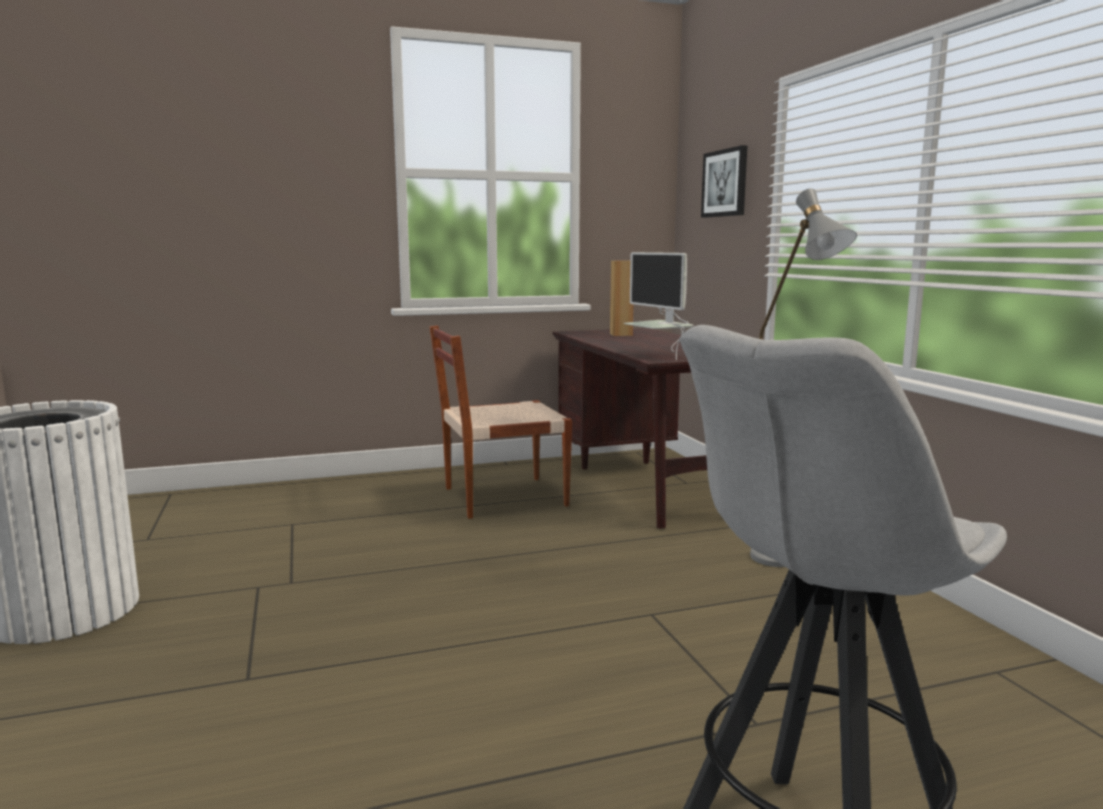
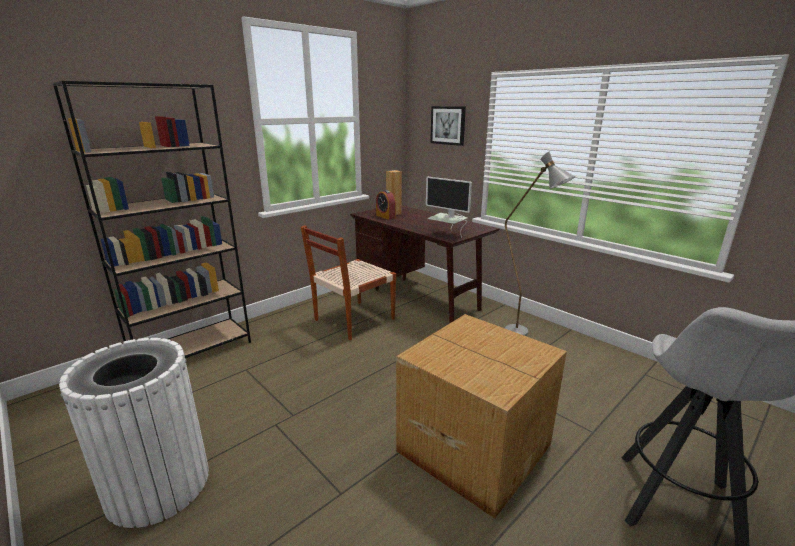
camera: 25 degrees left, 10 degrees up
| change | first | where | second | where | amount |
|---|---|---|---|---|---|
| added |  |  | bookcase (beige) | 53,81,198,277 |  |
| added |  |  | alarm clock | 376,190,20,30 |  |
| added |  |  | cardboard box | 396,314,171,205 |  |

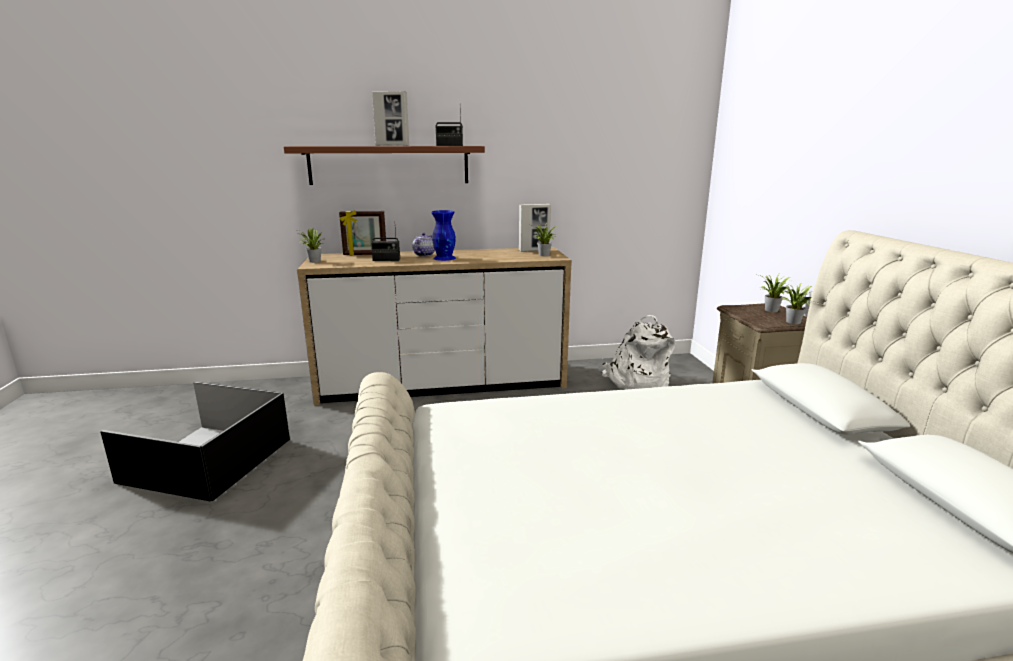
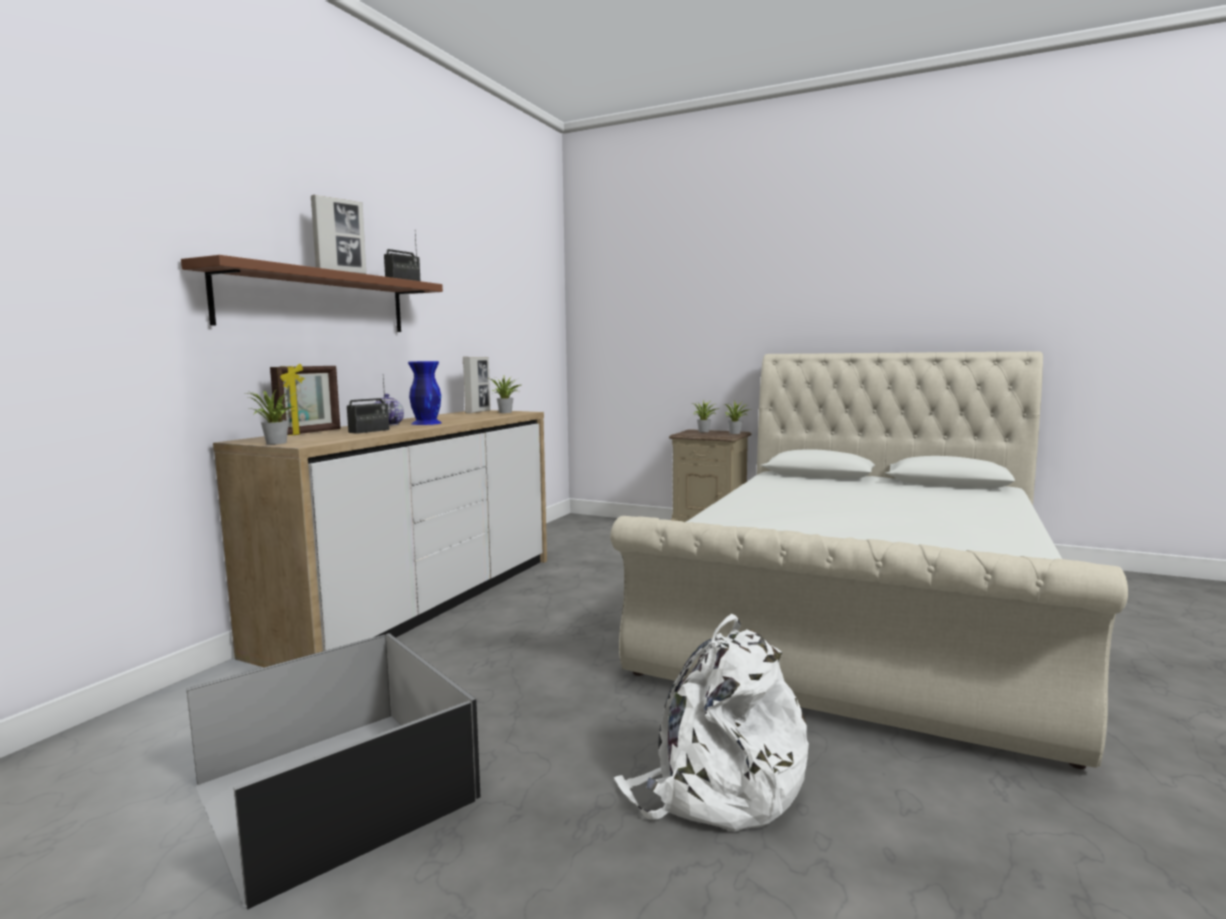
camera: 55 degrees left, 10 degrees down
| change | first | where | second | where | amount |
|---|---|---|---|---|---|
| moved | backpack (white) | 602,315,74,75 |  | 614,614,195,218 |  |

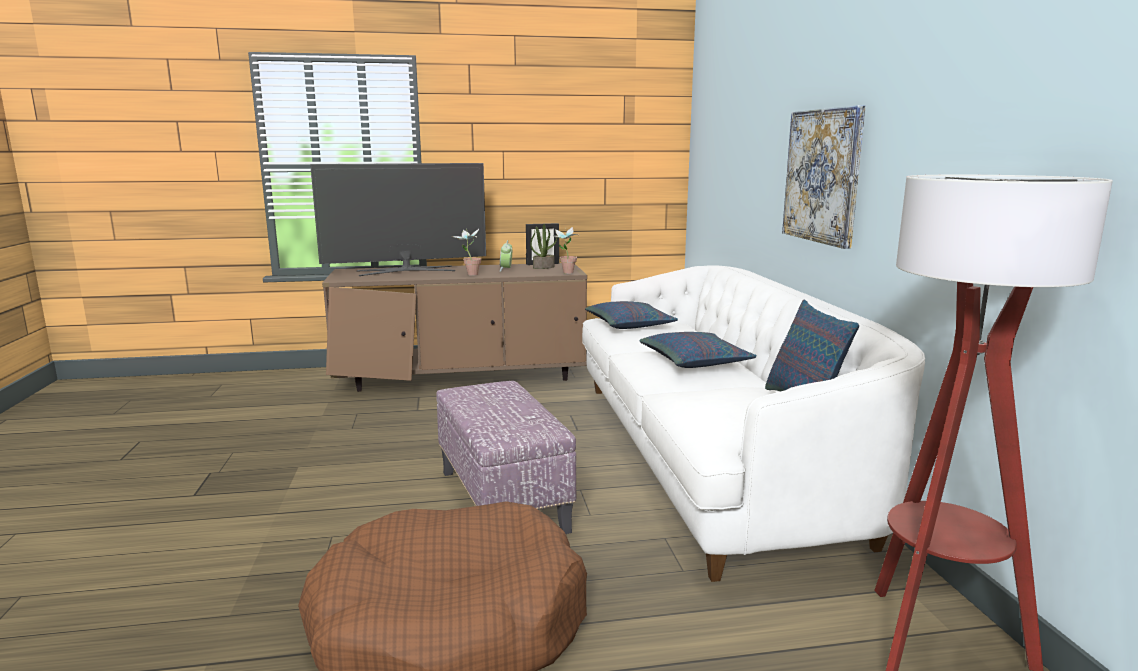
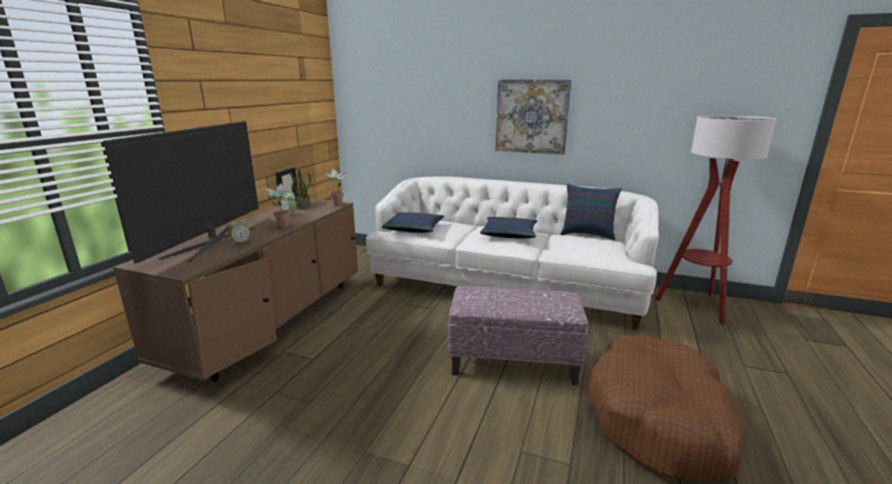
camera: 60 degrees left, 5 degrees up
| change | first | where | second | where | amount |
|---|---|---|---|---|---|
| added |  |  | alarm clock | 229,220,21,26 |  |

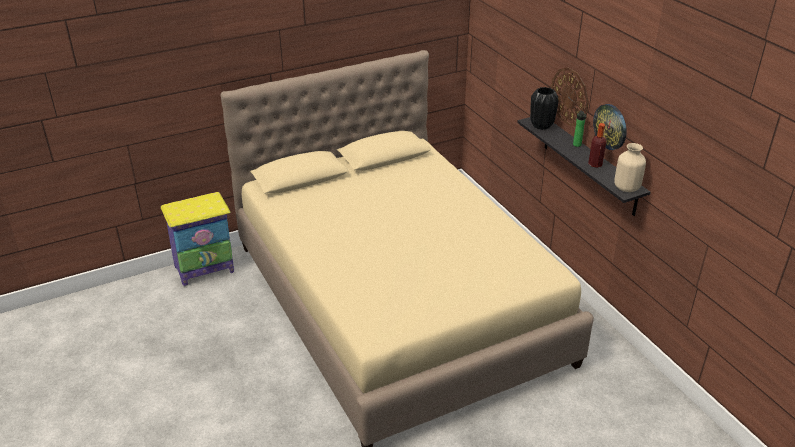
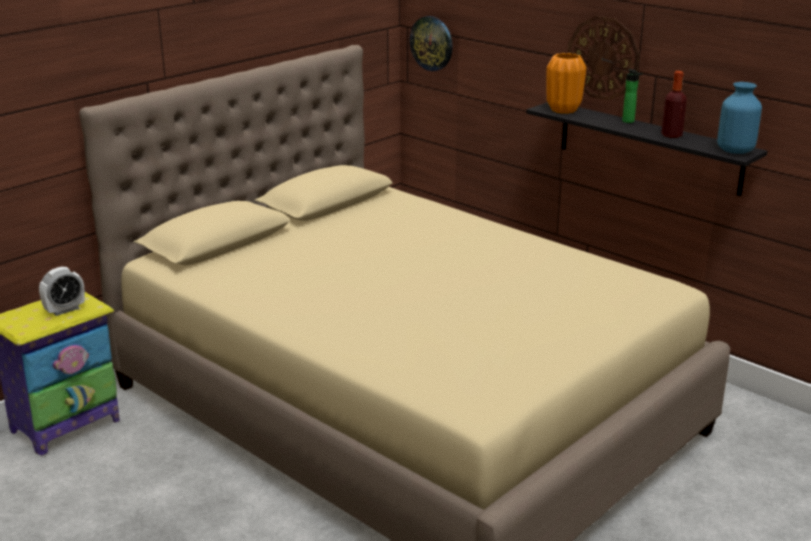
camera: 20 degrees left, 10 degrees down
| change | first | where | second | where | amount |
|---|---|---|---|---|---|
| recoloured | vase (black) | 530,87,29,43 | vase (orange) | 546,53,40,61 |  |
| moved | wall clock | 593,104,34,46 |  | 410,16,43,55 |  |
| recoloured | vase (beige) | 614,143,32,49 | vase (blue) | 717,82,45,72 |  |
| added |  |  | alarm clock | 39,267,46,49 |  |

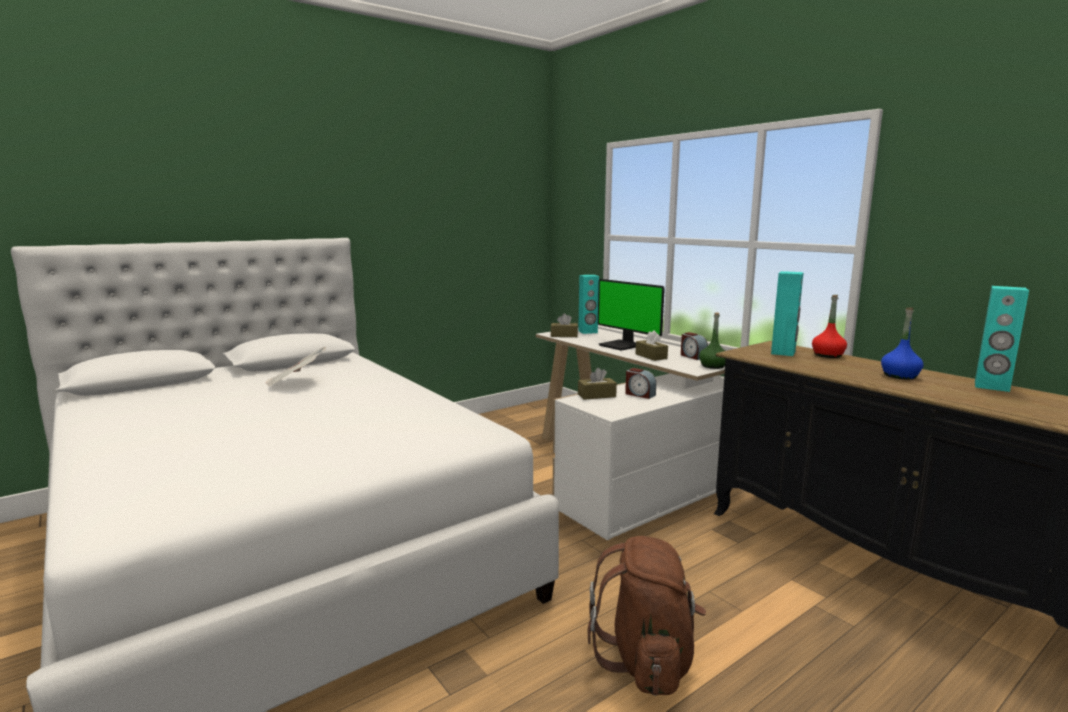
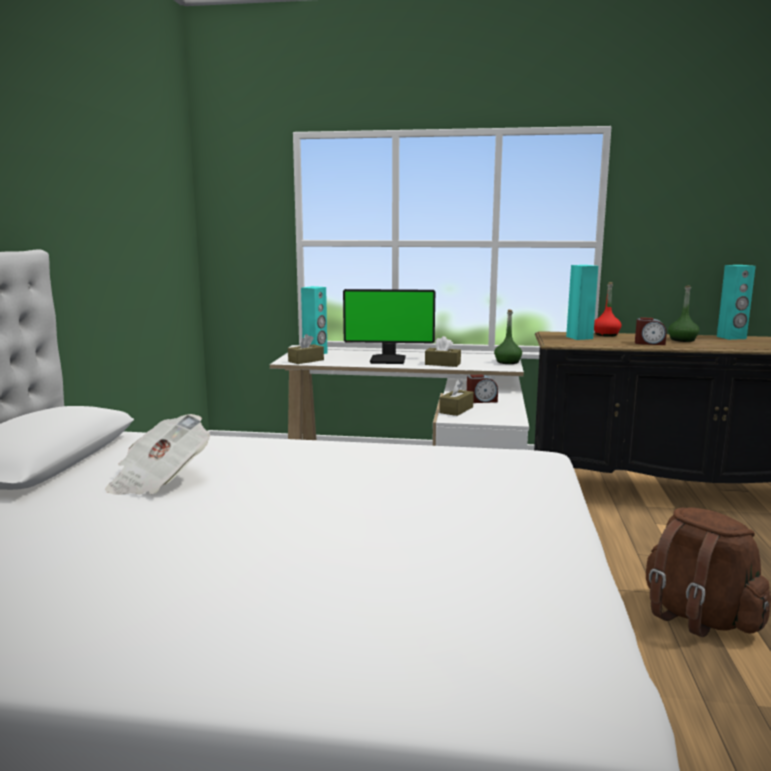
camera: 45 degrees left, 0 degrees up
| change | first | where | second | where | amount |
|---|---|---|---|---|---|
| recoloured | bottle (blue) | 881,307,43,72 | bottle (green) | 668,285,31,57 |  |
| moved | alarm clock | 681,332,27,28 |  | 635,317,32,28 |  |

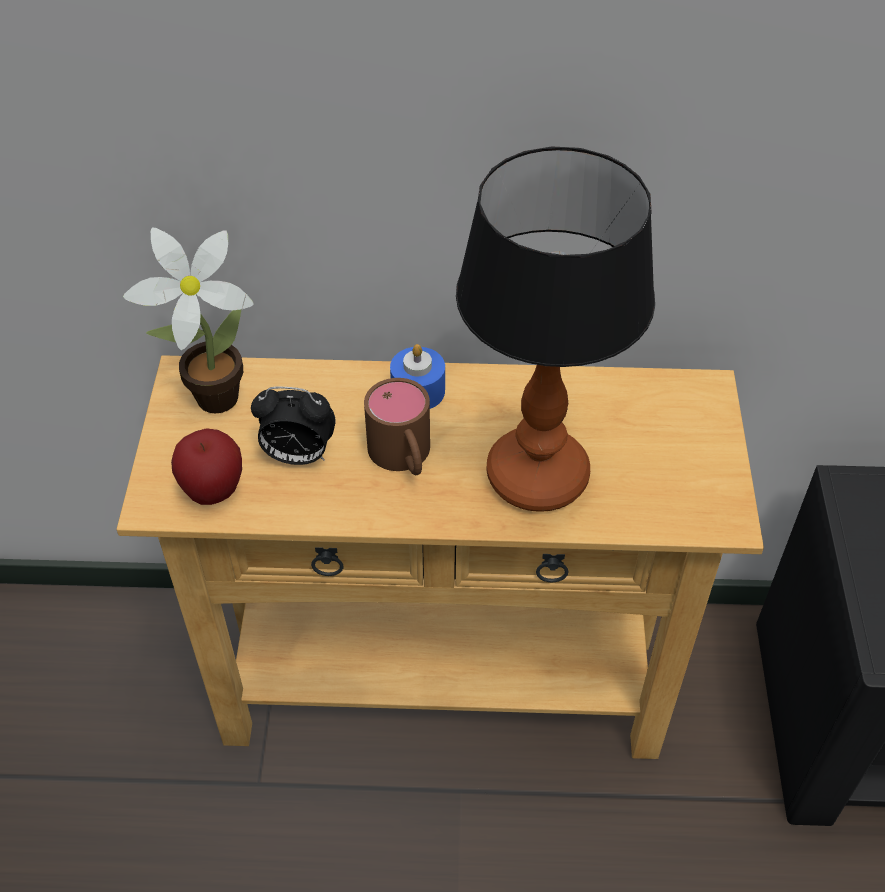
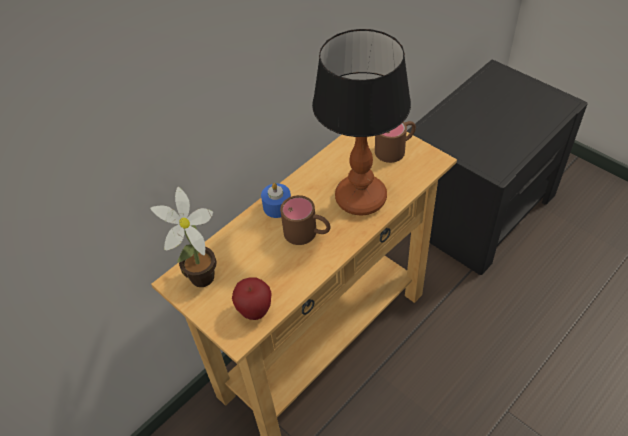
camera: 45 degrees left, 0 degrees up
| change | first | where | second | where | amount |
|---|---|---|---|---|---|
| removed | alarm clock | 251,386,85,79 |  |  |  |
| added |  |  | mug (brown) | 375,121,41,42 |  |

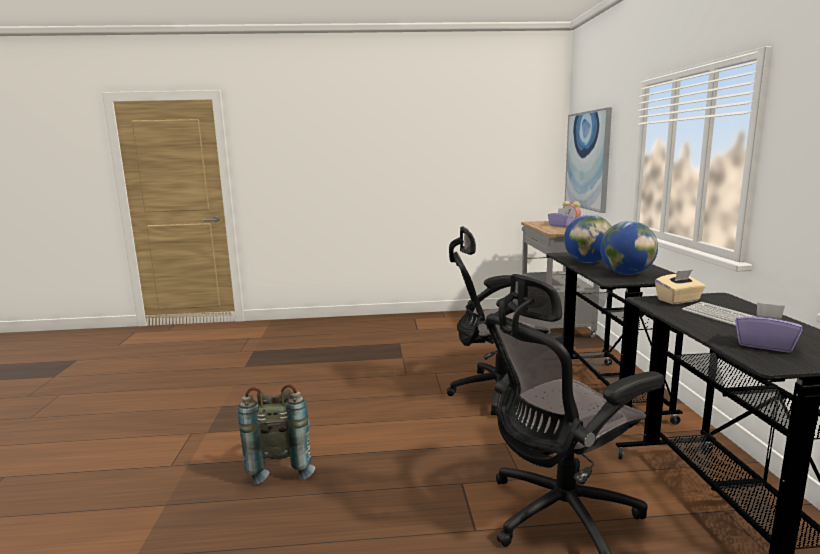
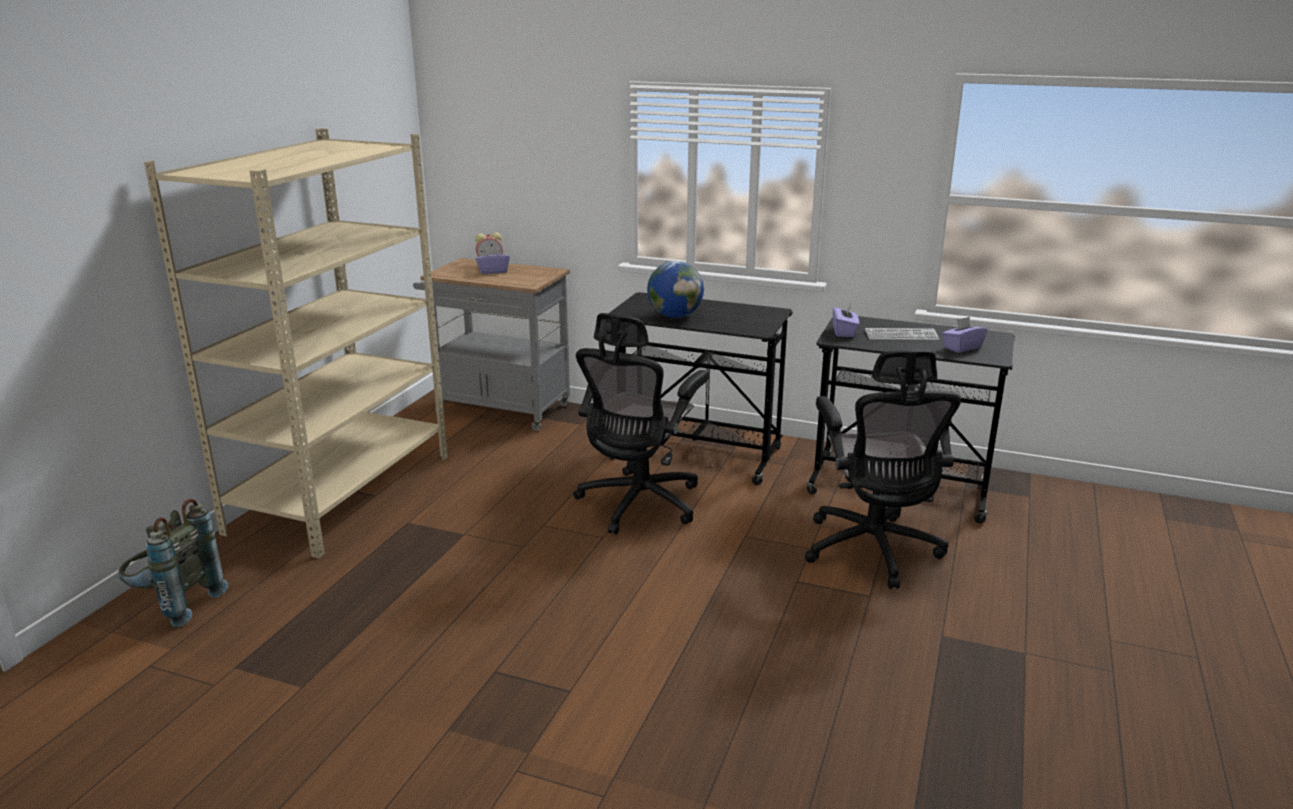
camera: 65 degrees left, 10 degrees up
| change | first | where | second | where | amount |
|---|---|---|---|---|---|
| removed | picture | 565,107,47,106 |  |  |  |
| removed | globe | 600,221,58,54 |  |  |  |
| recoloured | tissue box (beige) | 655,270,51,34 | tissue box (purple) | 833,303,26,34 |  |
| moved | backpack (grey) | 238,384,77,101 |  | 118,499,110,128 |  |
| added |  |  | bookcase (beige) | 144,128,304,430 |  |

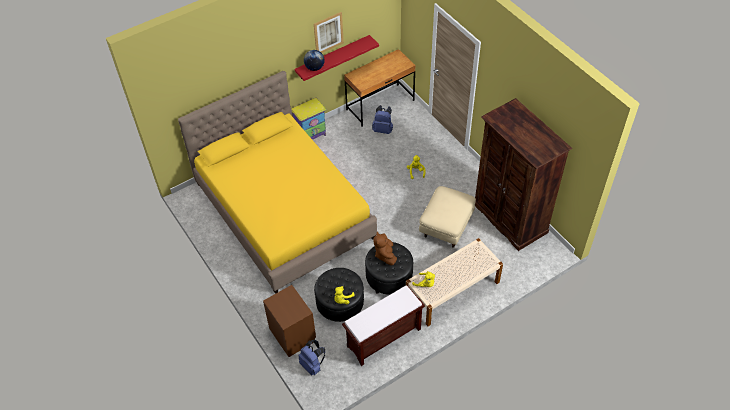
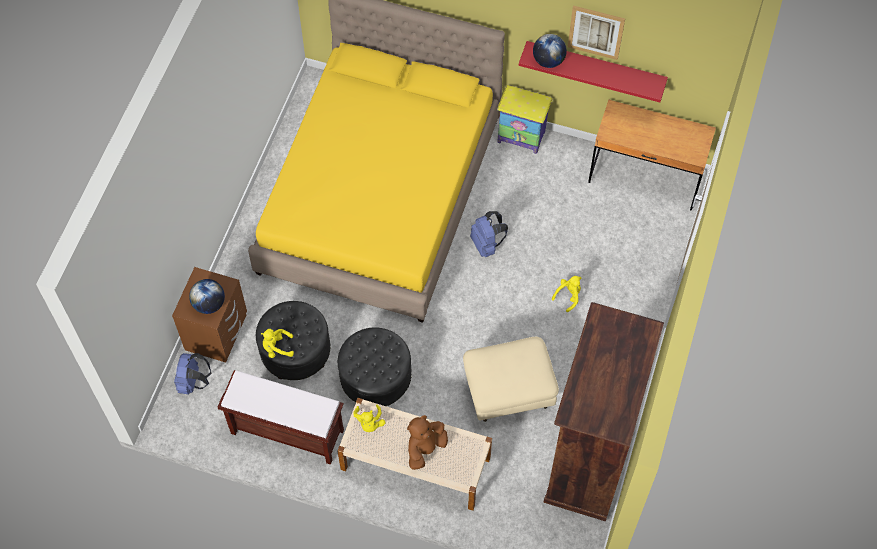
camera: 50 degrees right, 10 degrees up
| change | first | where | second | where | amount |
|---|---|---|---|---|---|
| moved | backpack (blue) | 372,105,21,29 |  | 470,211,38,46 |  |
| moved | plush toy (brown) | 374,232,23,33 |  | 407,415,41,55 |  |
| added |  |  | globe | 189,279,36,35 |  |

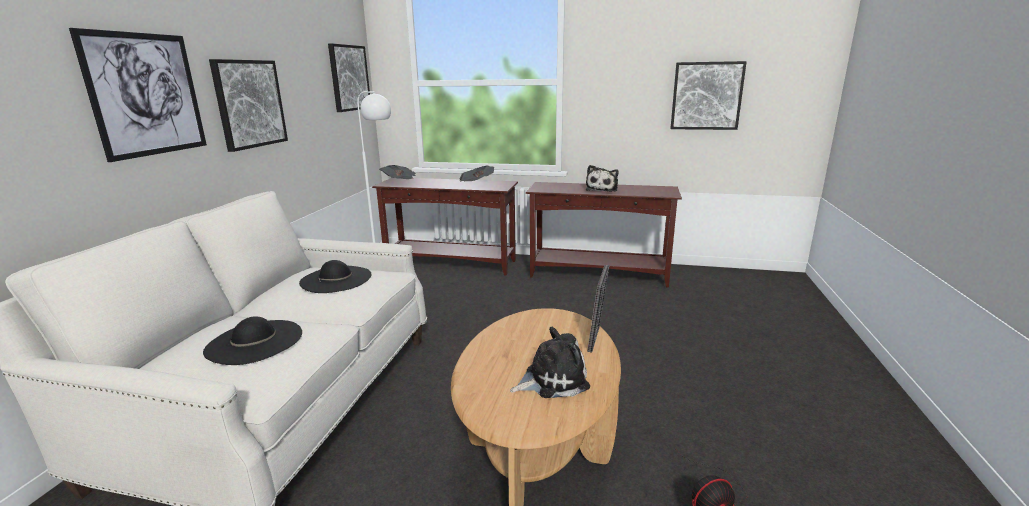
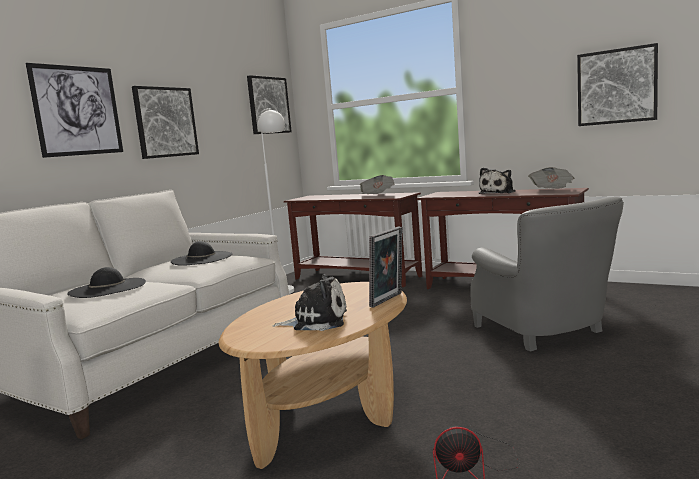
camera: 20 degrees right, 10 degrees down
| change | first | where | second | where | amount |
|---|---|---|---|---|---|
| moved | newspaper | 379,165,37,14 |  | 528,167,46,22 |  |
| added |  |  | armchair (grey) | 470,197,154,155 |  |

